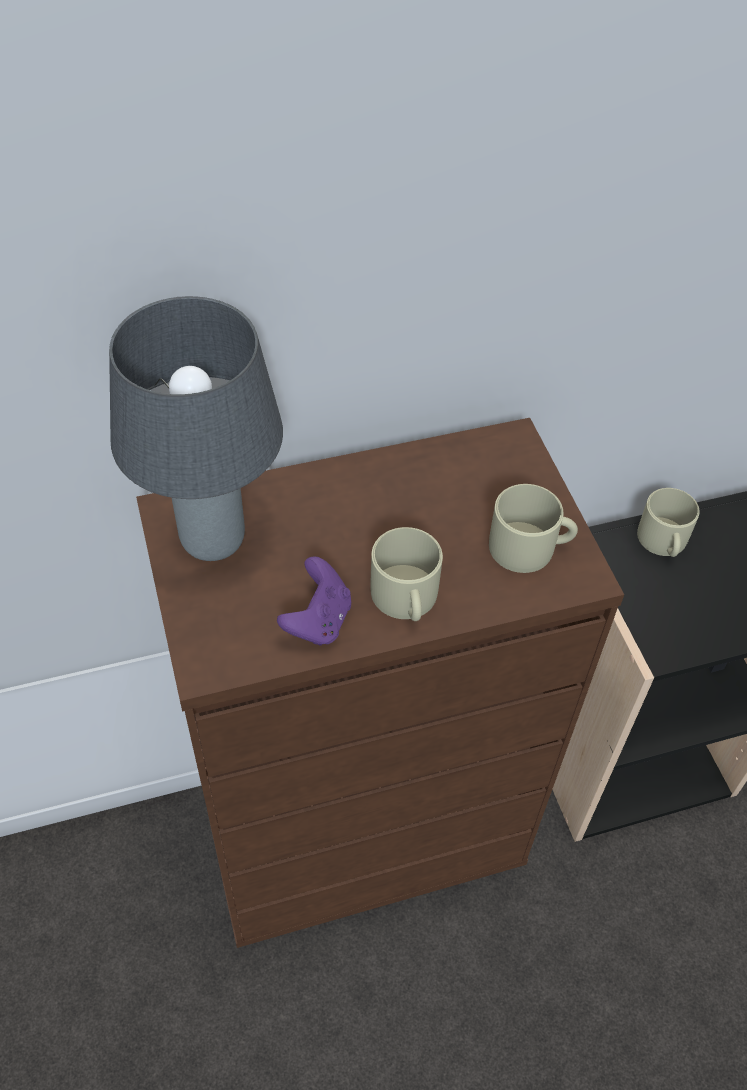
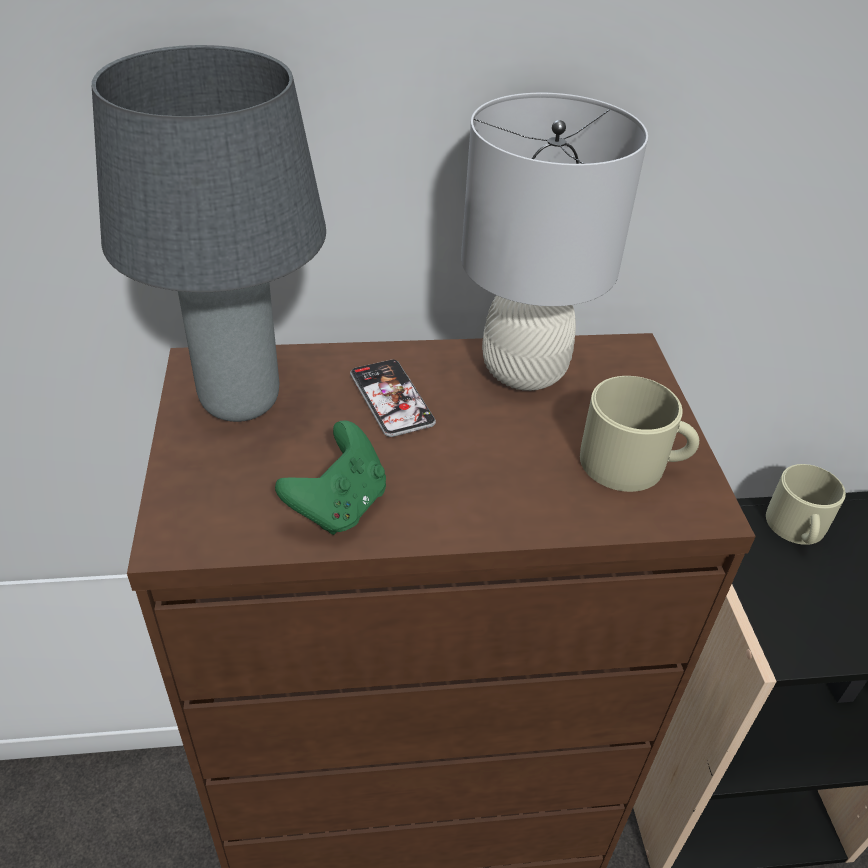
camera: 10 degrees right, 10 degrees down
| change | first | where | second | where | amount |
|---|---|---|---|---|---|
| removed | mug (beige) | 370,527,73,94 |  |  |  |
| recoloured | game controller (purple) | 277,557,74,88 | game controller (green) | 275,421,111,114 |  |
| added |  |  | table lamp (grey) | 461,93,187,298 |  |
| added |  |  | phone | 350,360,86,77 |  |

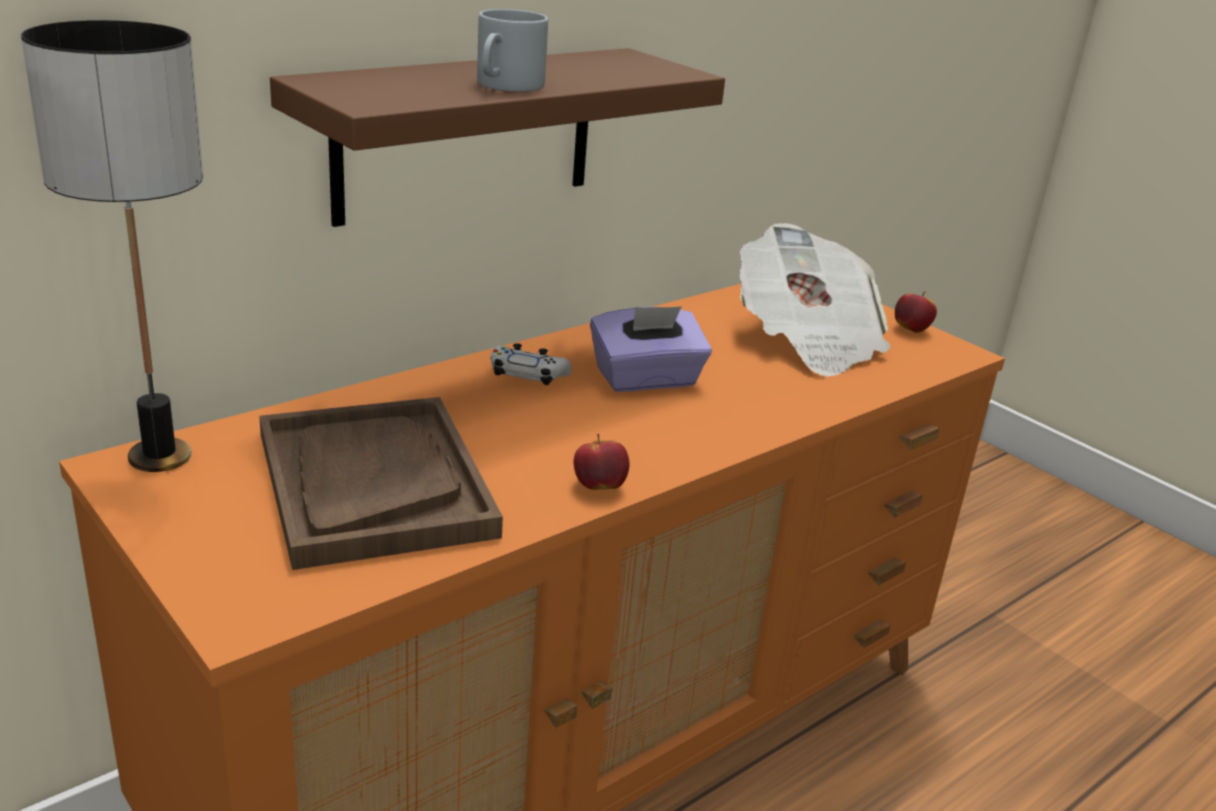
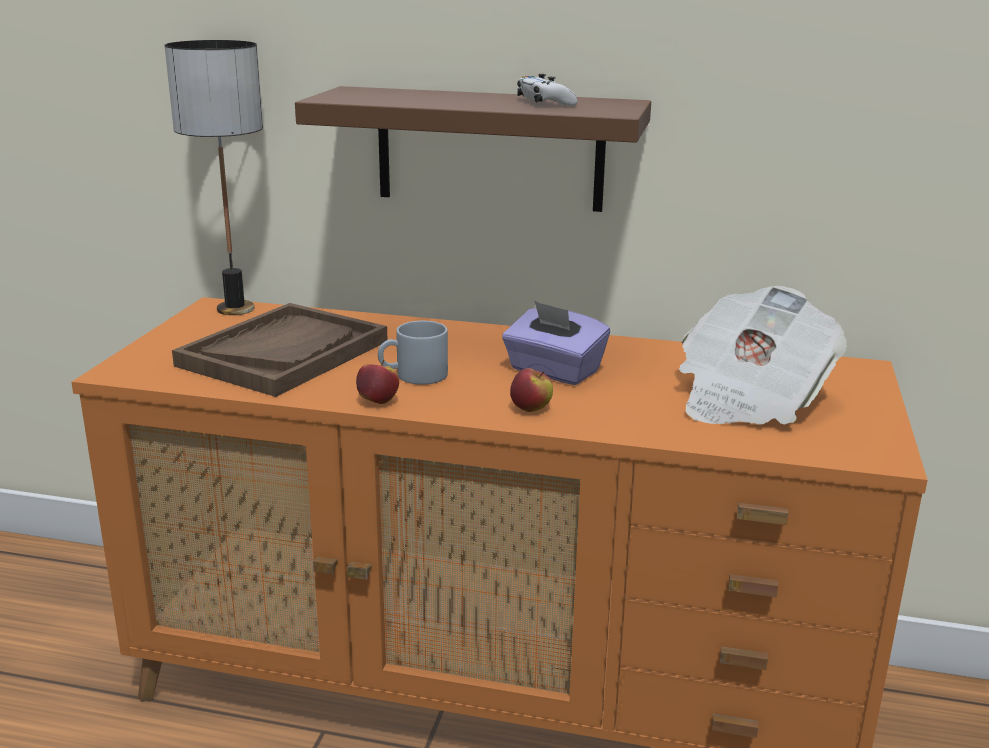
camera: 55 degrees right, 5 degrees down
| change | first | where | second | where | amount |
|---|---|---|---|---|---|
| moved | mug (grey) | 477,9,71,83 |  | 378,321,70,64 |  |
| moved | apple | 895,291,42,42 |  | 510,368,43,44 |  |
| moved | game controller (white) | 491,343,81,42 |  | 517,74,61,32 |  |

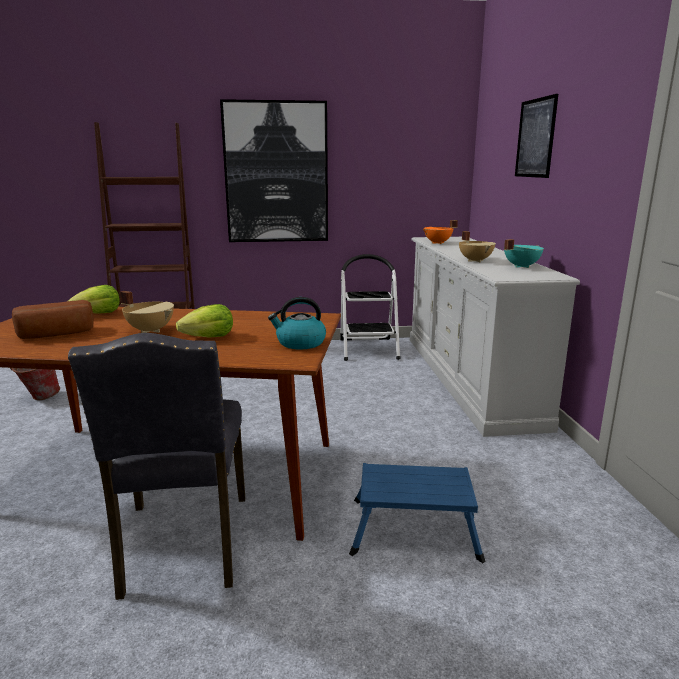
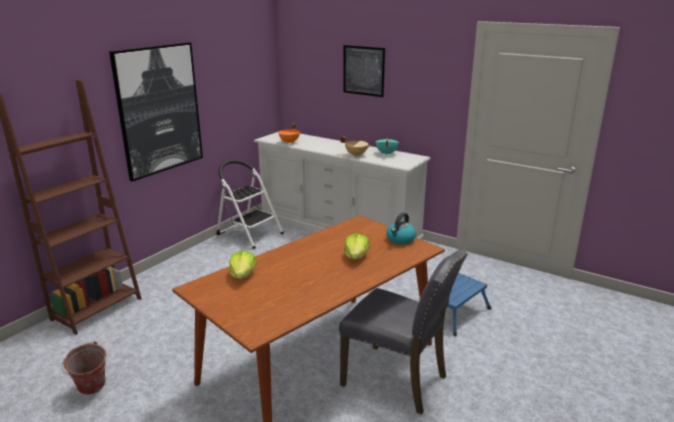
camera: 50 degrees left, 5 degrees up
| change | first | where | second | where | amount |
|---|---|---|---|---|---|
| removed | cooking pot (beige) | 120,291,54,42 |  |  |  |
| removed | bread | 12,300,82,39 |  |  |  |

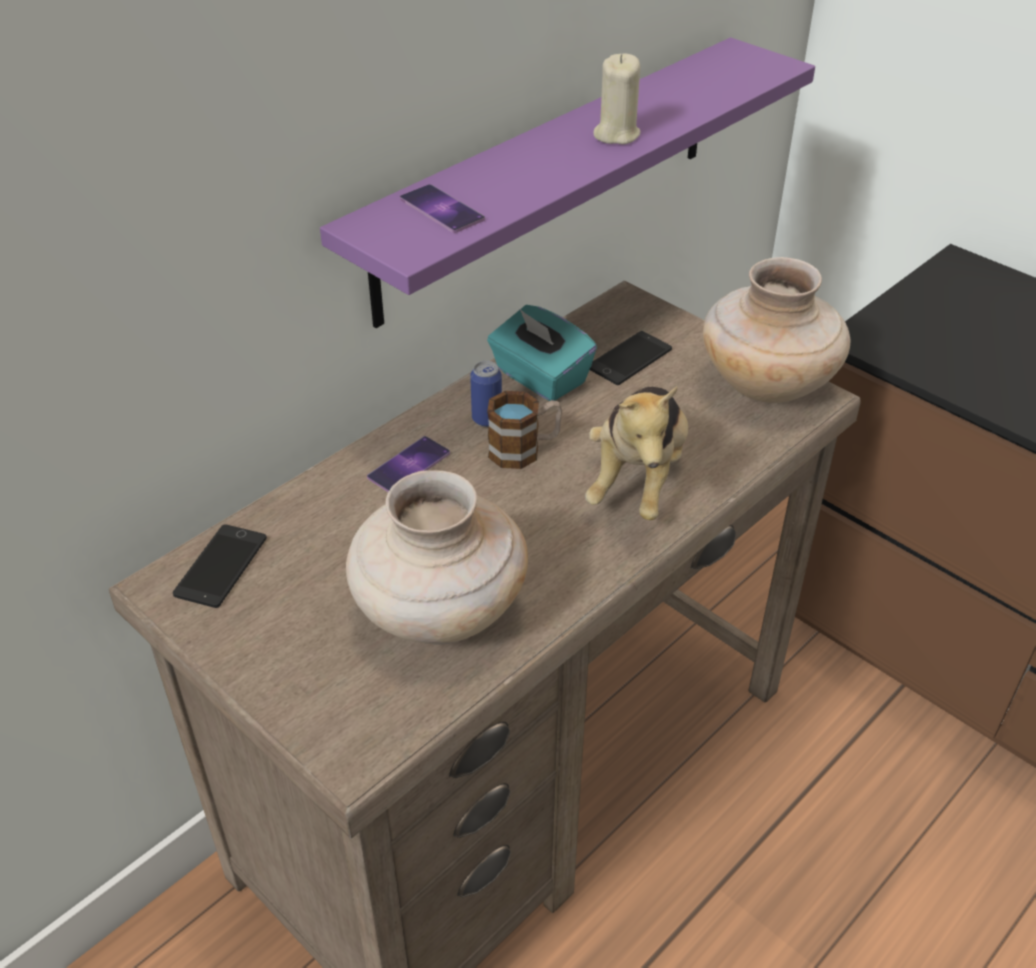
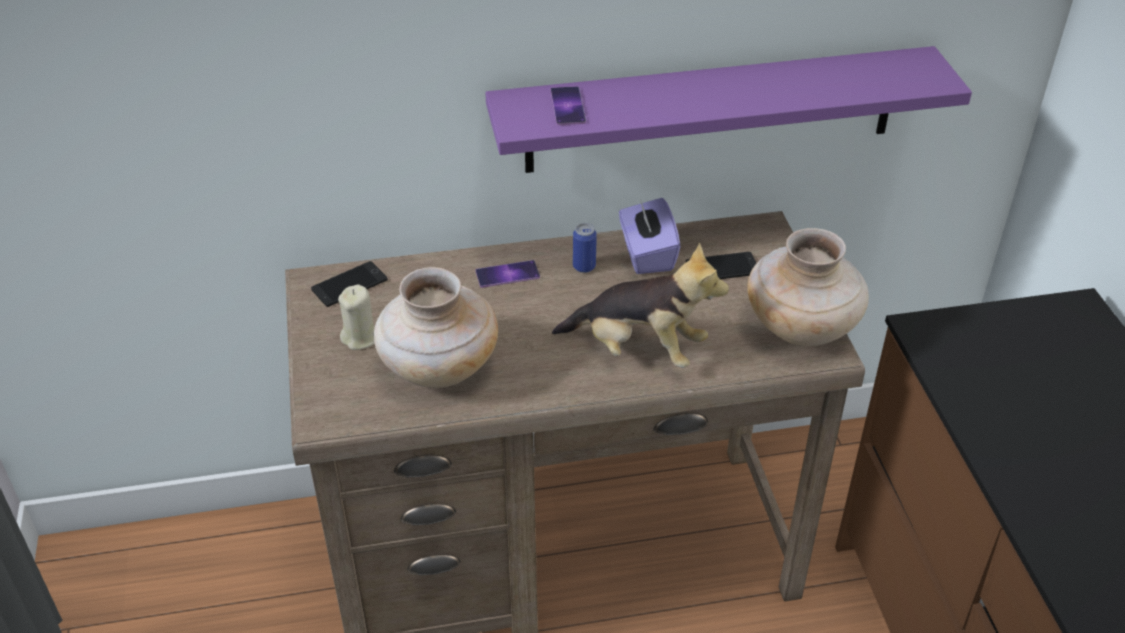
camera: 35 degrees right, 0 degrees up
| change | first | where | second | where | amount |
|---|---|---|---|---|---|
| moved | candle (beige) | 593,54,48,90 |  | 338,285,37,65 |  |
| recoloured | tissue box (turquoise) | 487,305,110,96 | tissue box (purple) | 619,198,62,76 |  |
| turned | plush toy | 585,386,103,134 |  | 552,242,177,126 | 120 degrees counterclockwise |
| removed | mug | 487,391,75,78 |  |  |  |

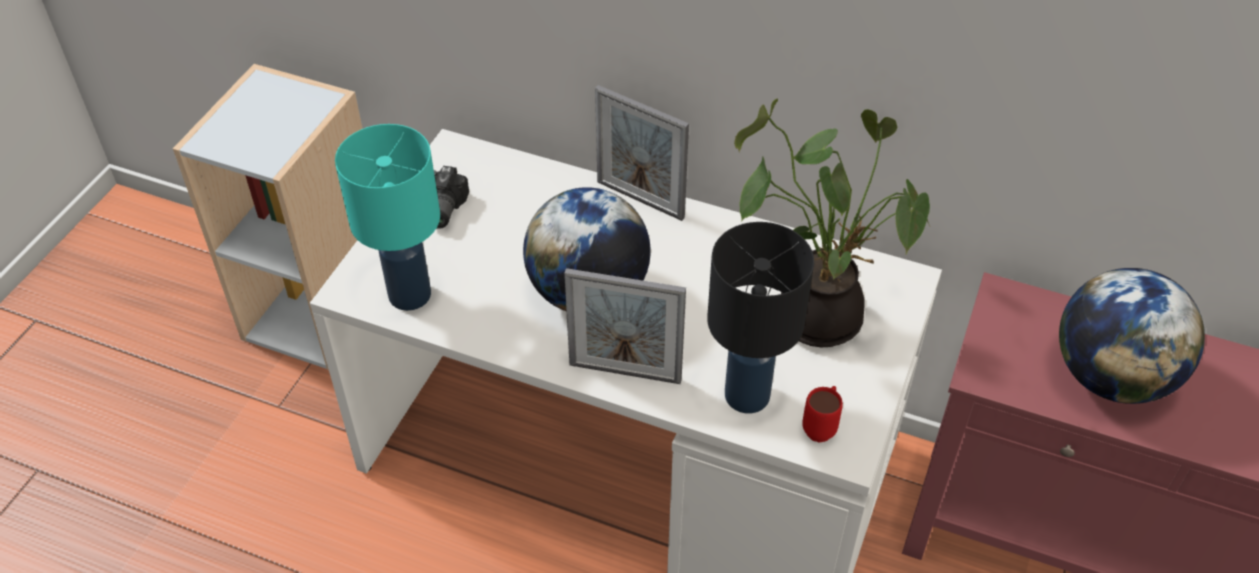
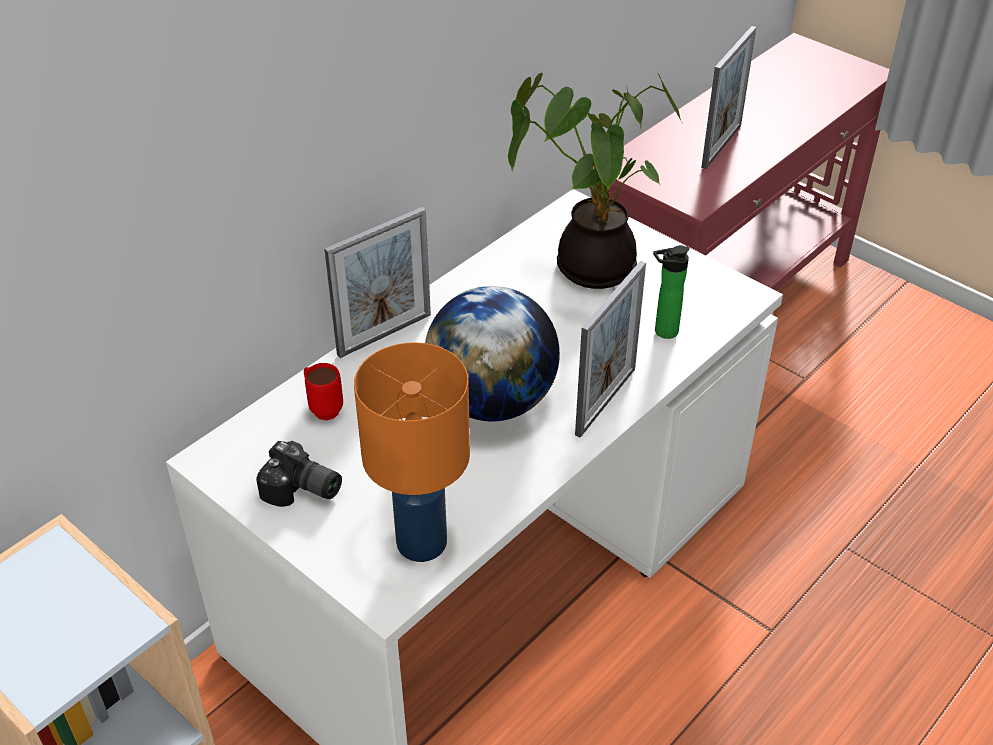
camera: 70 degrees left, 5 degrees down
| change | first | where | second | where | amount |
|---|---|---|---|---|---|
| recoloured | table lamp (turquoise) | 335,124,105,187 | table lamp (orange) | 354,342,116,220 |  |
| replaced | table lamp (black) | 707,222,107,191 | bottle | 653,245,36,94 |  |
| replaced | globe | 1059,268,146,136 | picture frame | 701,26,55,143 |  |
| moved | mug (red) | 802,386,41,56 |  | 304,363,39,57 |  |

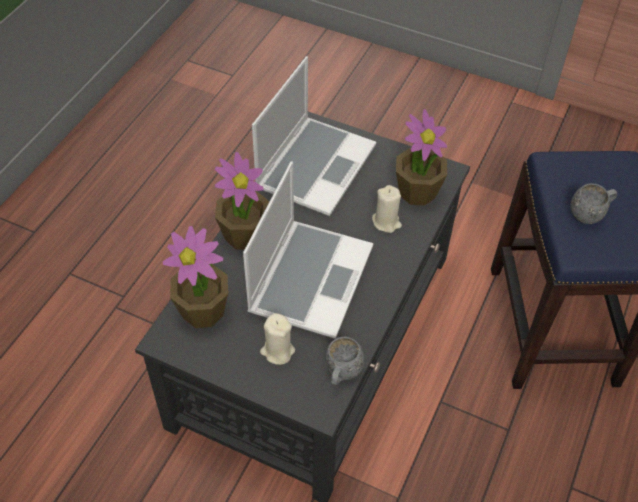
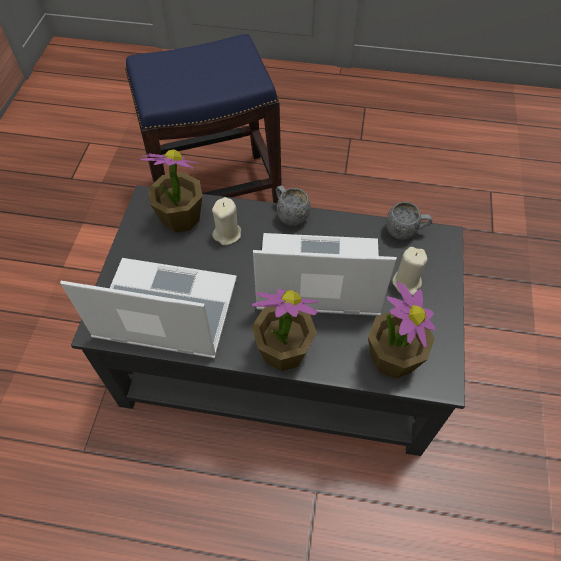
camera: 105 degrees left, 5 degrees up
| change | first | where | second | where | amount |
|---|---|---|---|---|---|
| moved | mug (grey) | 570,183,47,41 |  | 276,186,34,40 |  |

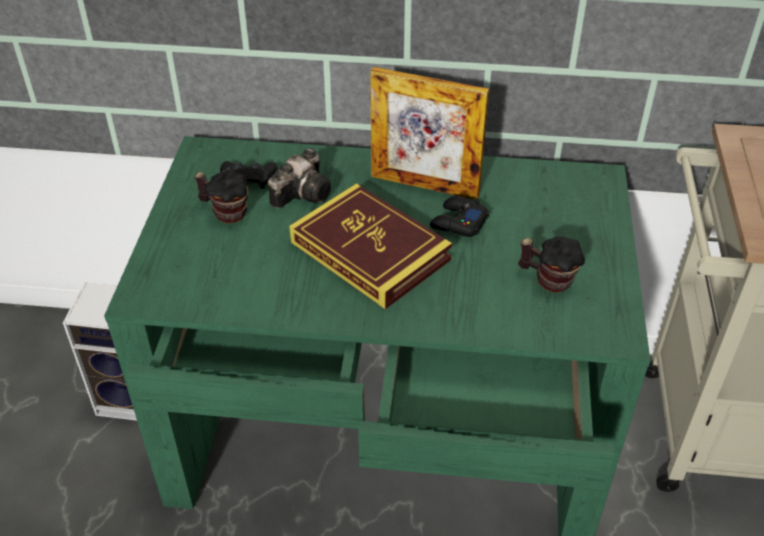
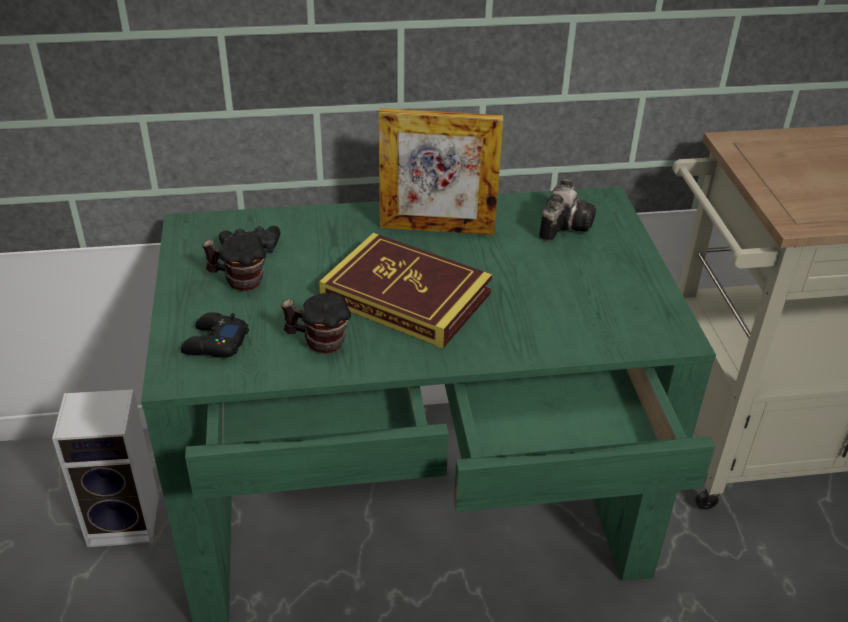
camera: 15 degrees left, 5 degrees down
| change | first | where | second | where | amount |
|---|---|---|---|---|---|
| moved | photo camera | 268,148,63,61 |  | 539,179,57,62 |  |
| moved | game controller (black) | 430,196,59,41 |  | 181,313,68,45 |  |
| moved | mug | 518,237,67,55 |  | 281,293,70,61 |  |

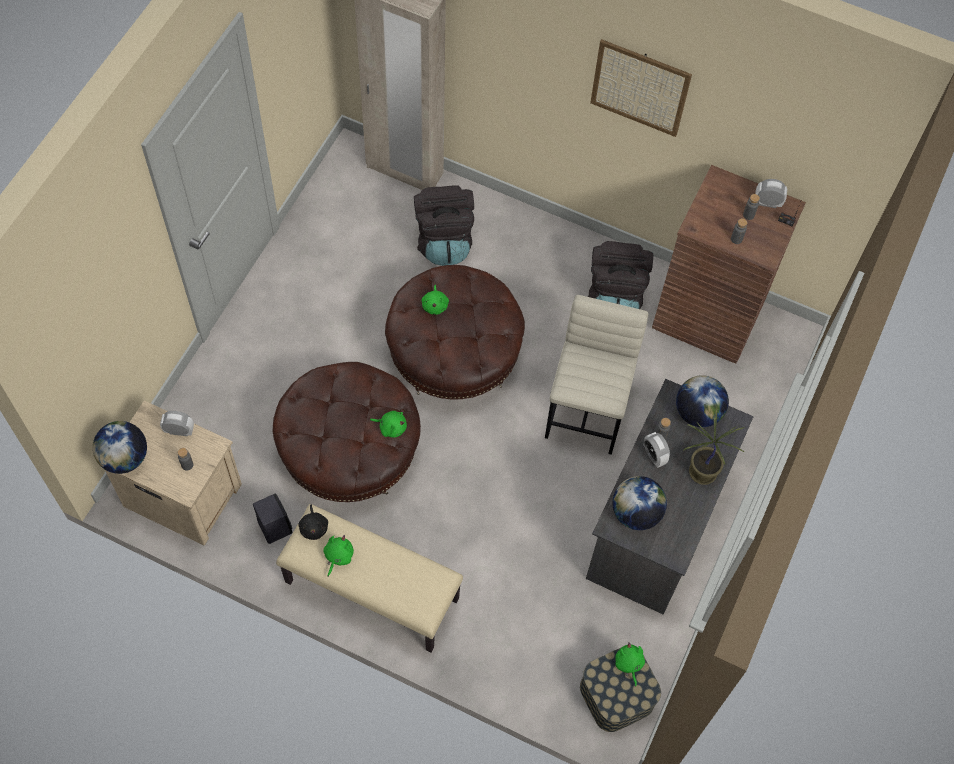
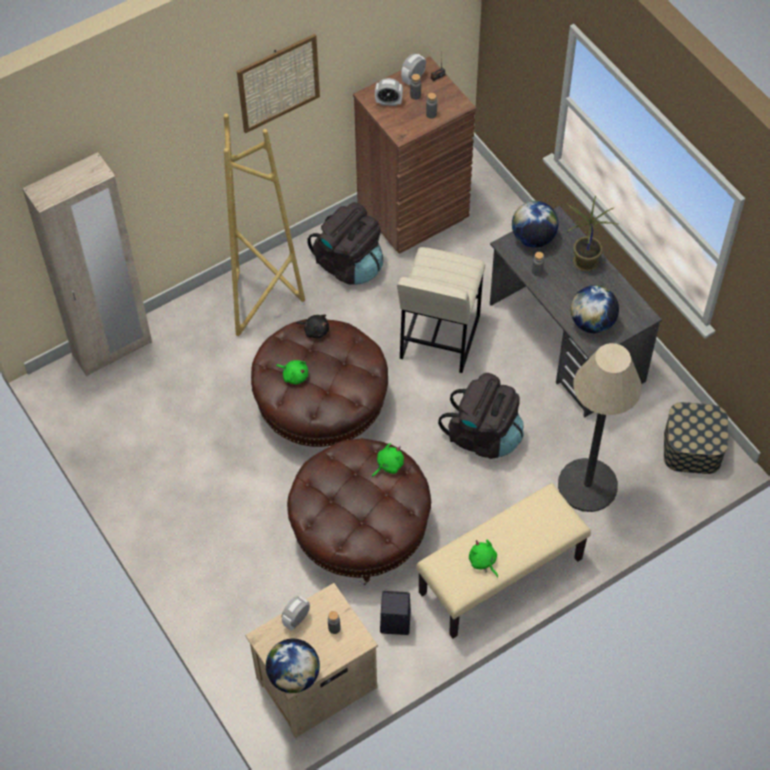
camera: 55 degrees left, 5 degrees down
| change | first | where | second | where | amount |
|---|---|---|---|---|---|
| moved | backpack (black) | 414,185,60,81 |  | 438,373,86,86 |  |
| turned | chair (beige) | 545,295,103,160 |  | 397,247,88,126 | 120 degrees counterclockwise |
| moved | alarm clock | 644,432,26,36 |  | 375,78,28,28 |  |
| moved | plush toy (black) | 298,504,30,36 |  | 296,315,33,23 |  |
| removed | plush toy (green) | 615,642,30,44 |  |  |  |
| added |  |  | clothes rack (yellow) | 224,113,81,223 |  |
| added |  |  | floor lamp | 558,343,84,169 |  |

